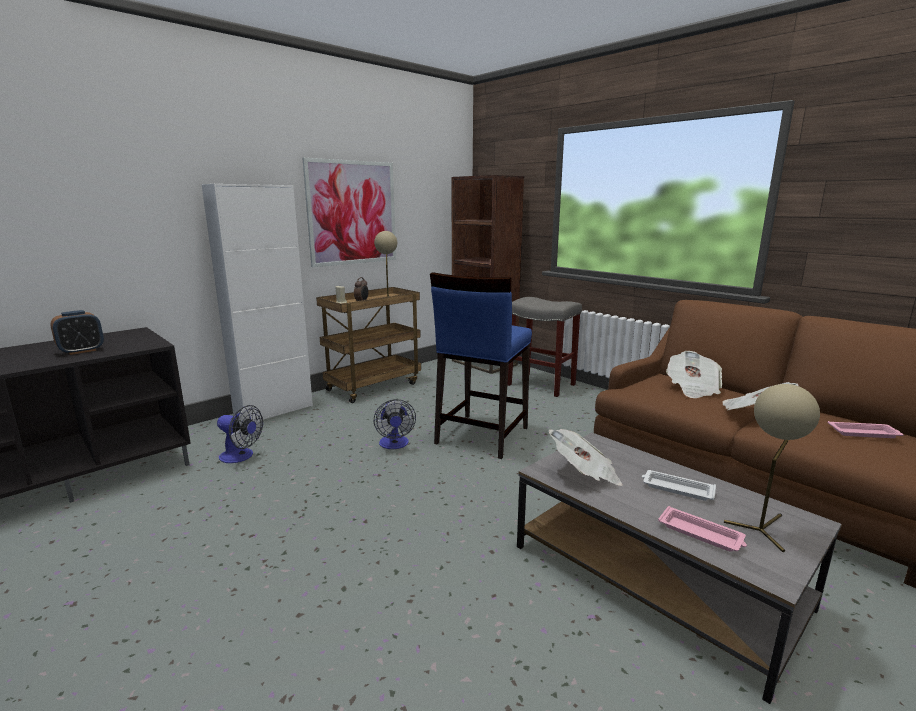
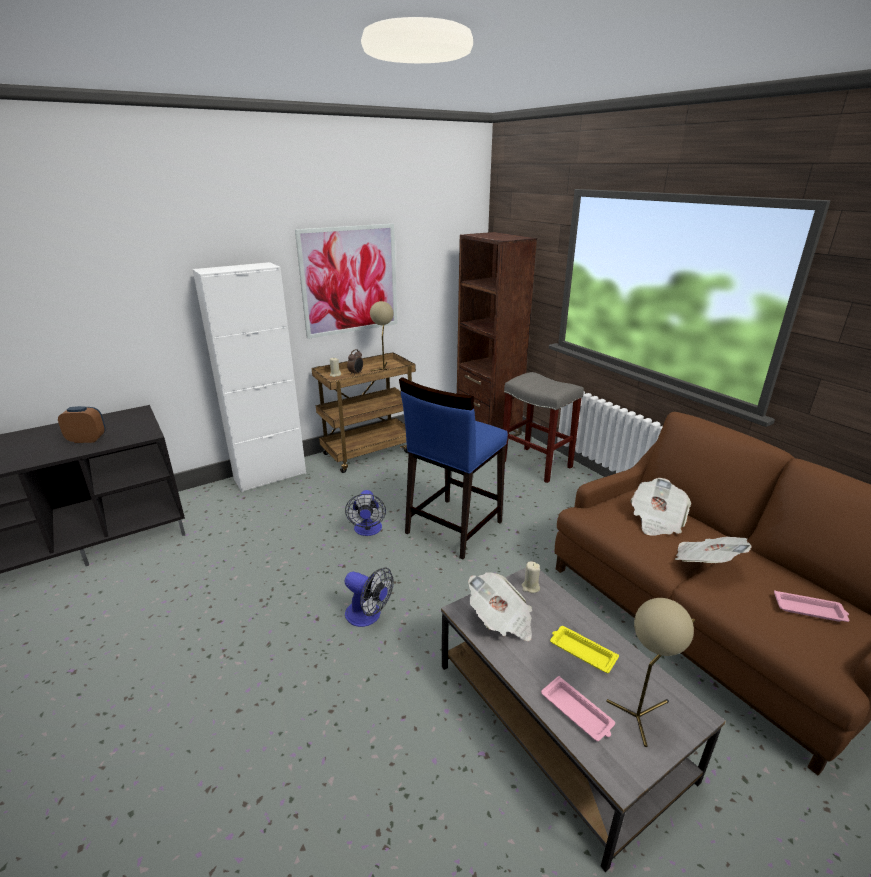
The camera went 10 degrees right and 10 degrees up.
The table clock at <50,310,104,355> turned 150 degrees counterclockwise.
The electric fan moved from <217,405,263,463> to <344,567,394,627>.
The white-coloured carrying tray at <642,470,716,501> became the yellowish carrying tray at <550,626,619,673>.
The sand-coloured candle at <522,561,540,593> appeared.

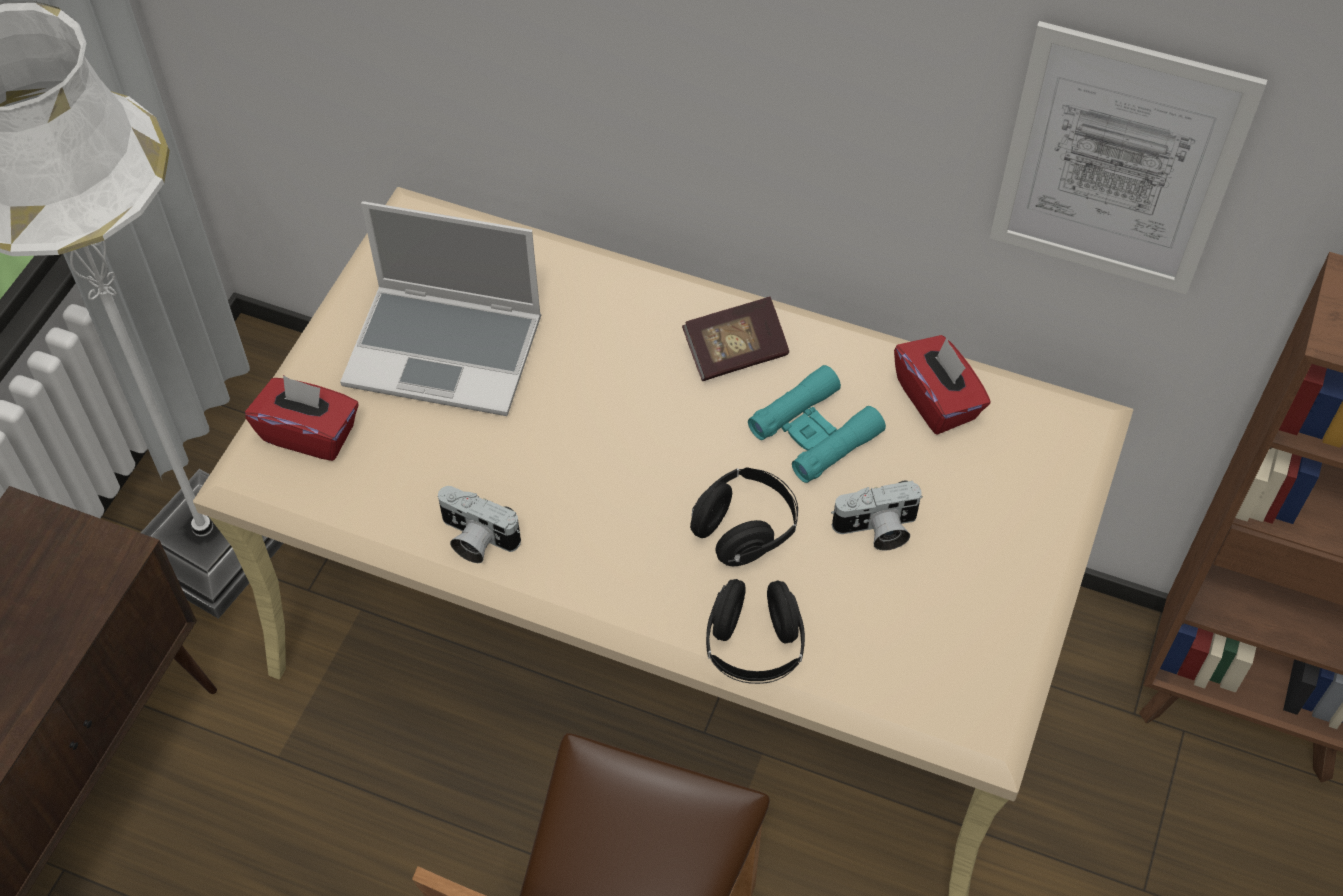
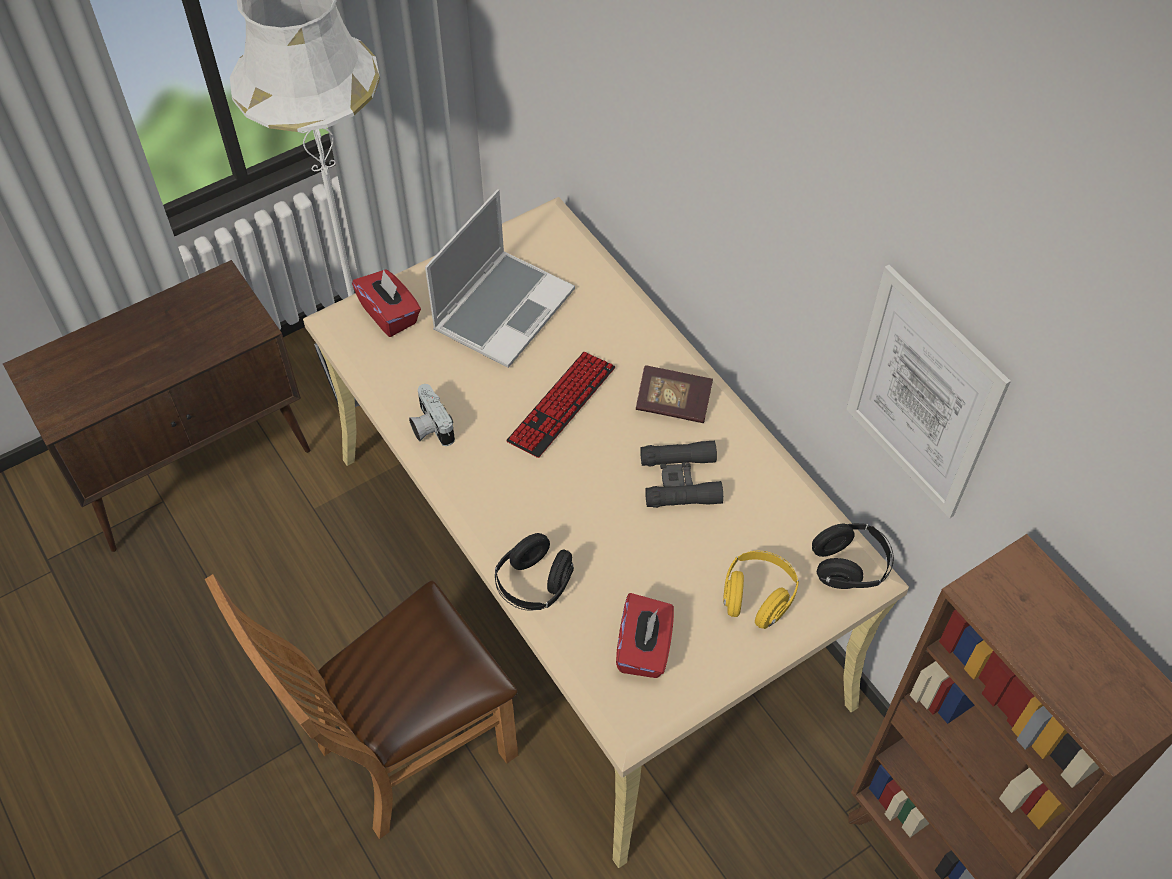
The camera went 35 degrees right and 0 degrees up.
The notebook computer at <340,201,541,416> turned 105 degrees counterclockwise.
The black-coloured pair of headphones moved from <690,467,798,566> to <812,523,894,589>.
The turquoise pair of binoculars at <748,365,886,483> became the black-coloured pair of binoculars at <640,441,723,508>.
The photo camera at <831,480,923,551> disappeared.
The red-coloured tissue box moved from <894,335,991,435> to <616,593,674,678>.
The PC keyboard at <506,352,615,458> appeared.
The yellowish pair of headphones at <723,551,799,629> appeared.

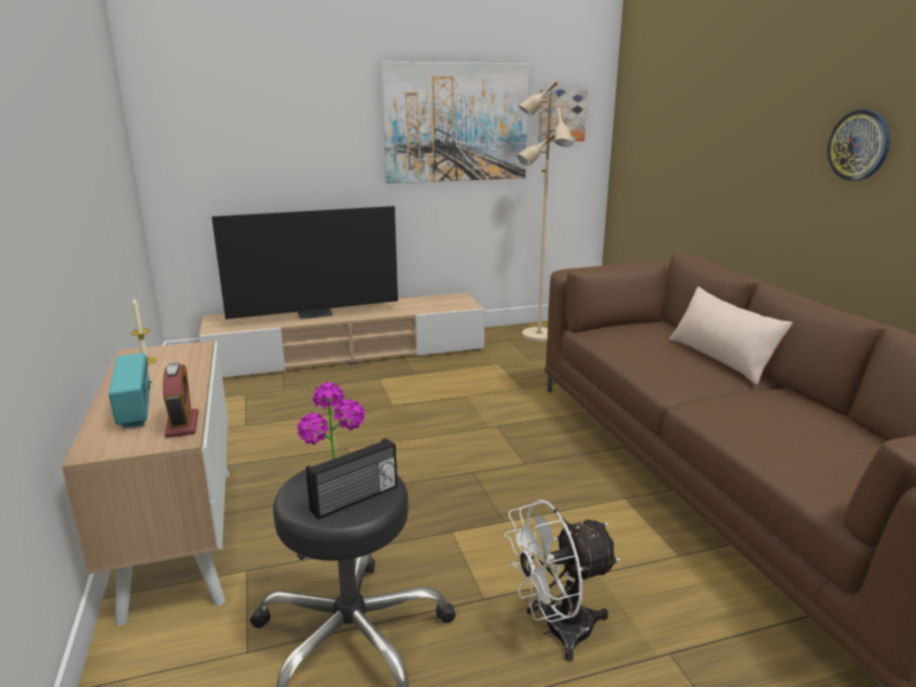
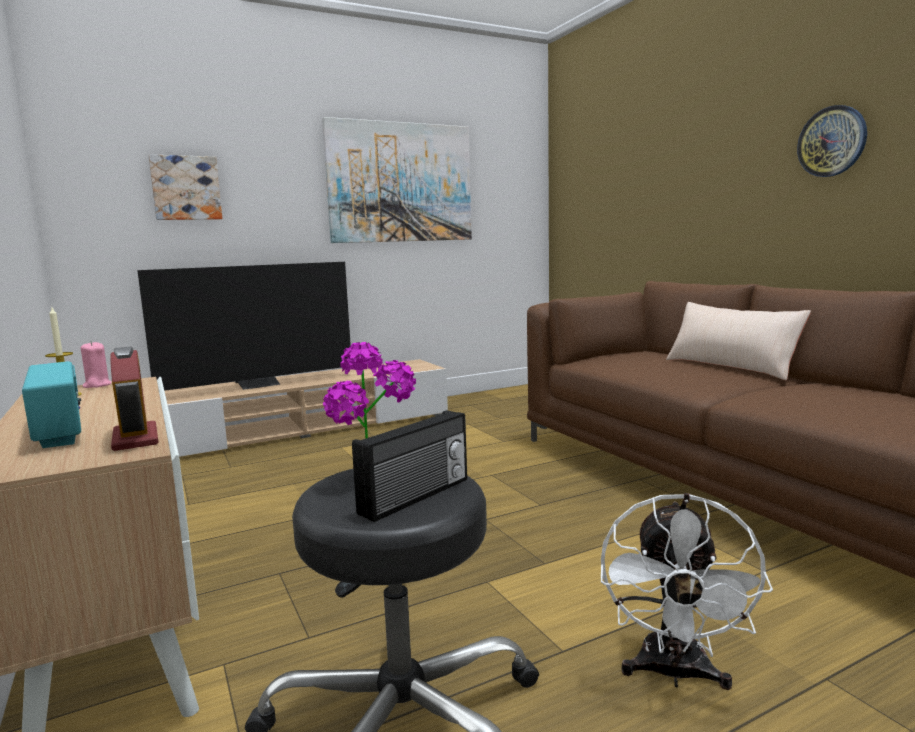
The camera went 10 degrees left and 10 degrees down.
The white-coloured electric fan at <504,499,620,662> turned 45 degrees counterclockwise.
The sand-coloured standard lamp at <517,81,573,342> disappeared.
The wall art moved from <538,89,588,142> to <149,154,222,220>.
The pinkish candle at <80,341,112,388> appeared.

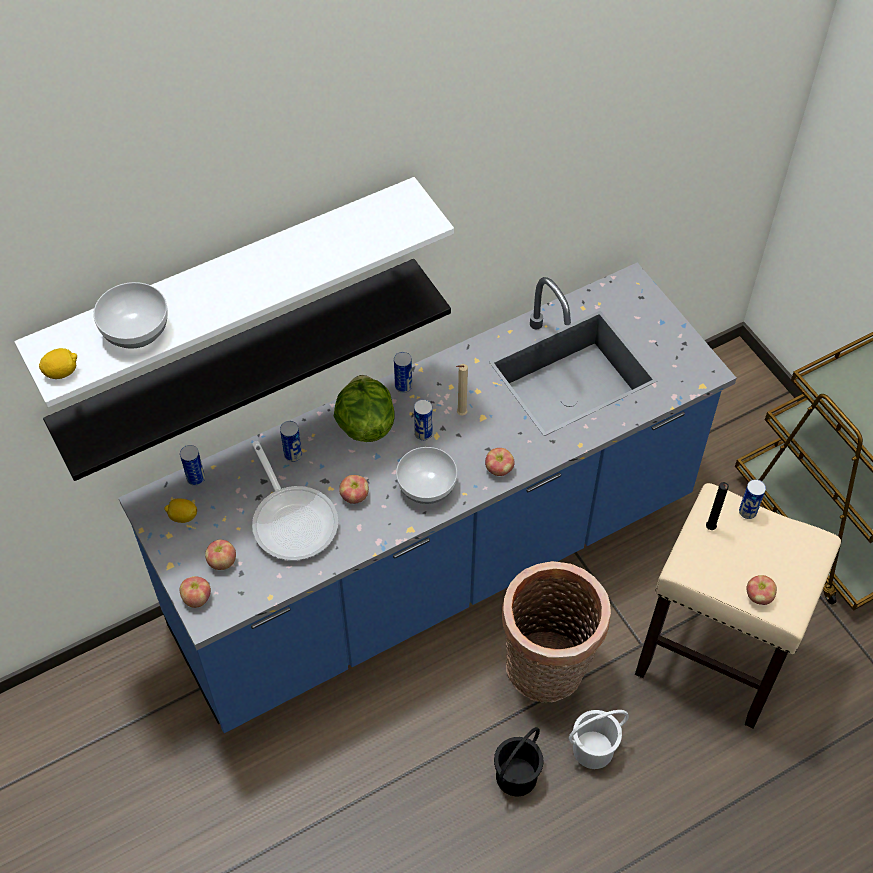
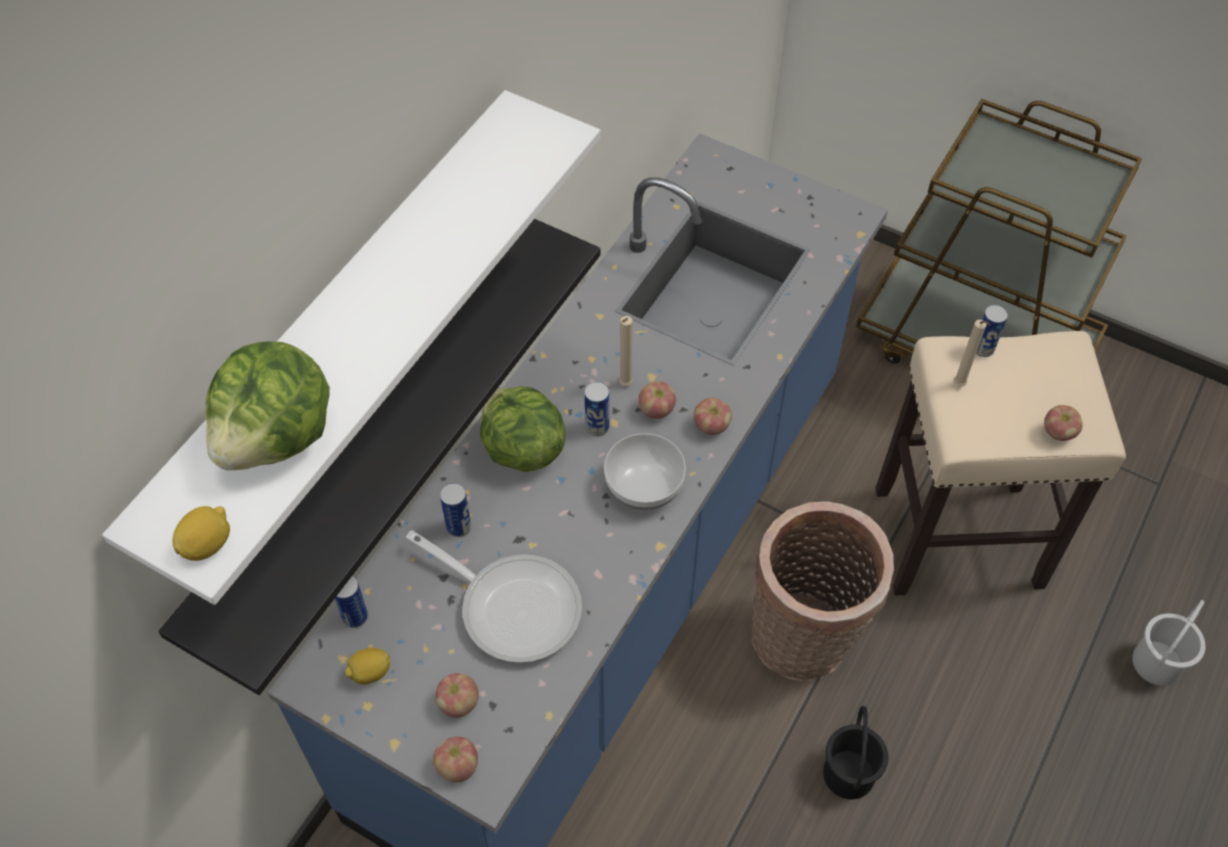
The camera went 30 degrees left and 0 degrees up.
The deep dish at <93,282,168,349> was replaced by the lettuce at <205,341,330,470>.
The whole apple moved from <339,475,369,504> to <638,381,676,419>.
The metal can at <394,352,412,393> disappeared.
The white-coloured water bucket moved from <569,710,629,769> to <1132,600,1206,686>.
The black-coloured candle at <706,482,729,530> became the sand-coloured candle at <954,320,990,386>.

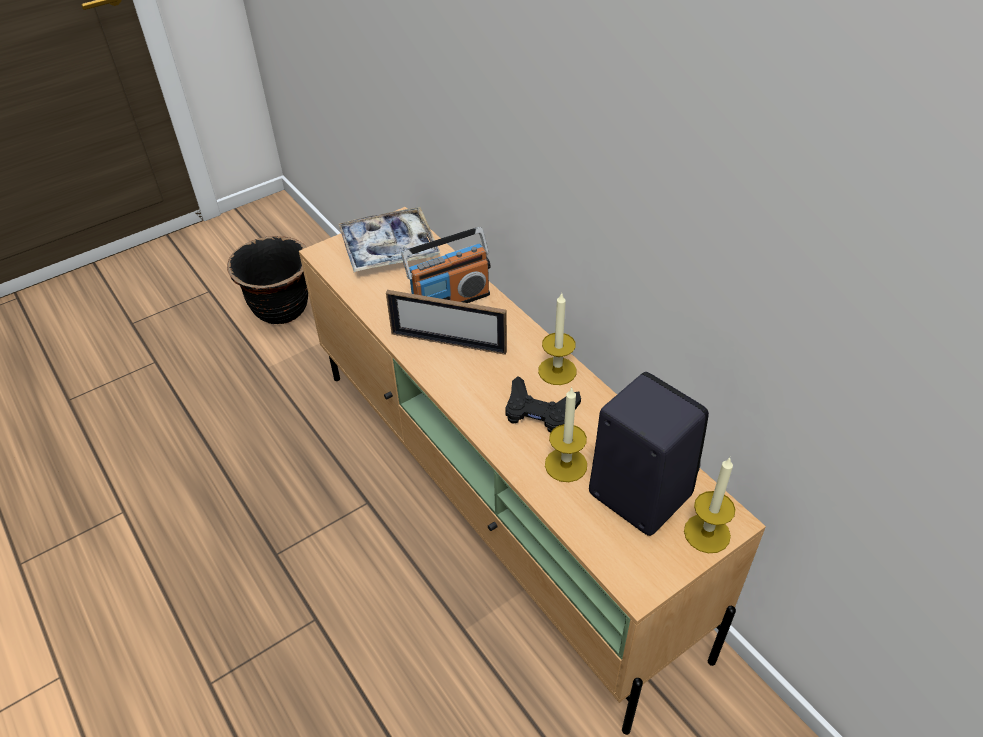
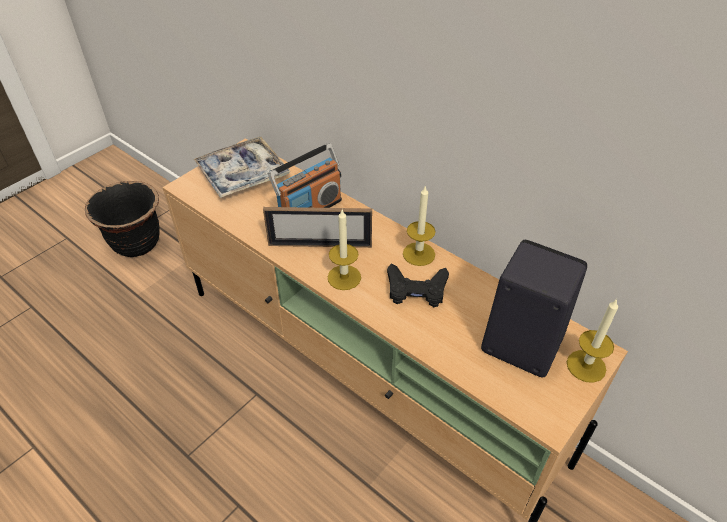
The camera went 15 degrees left and 0 degrees up.
The candle moved from <545,387,587,482> to <328,210,361,290>.

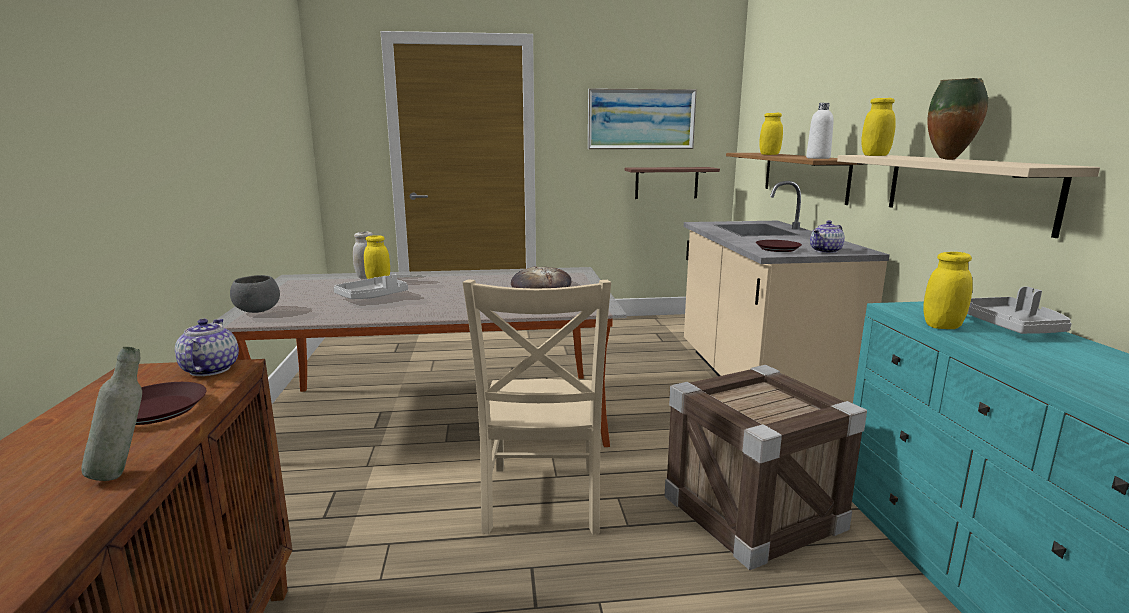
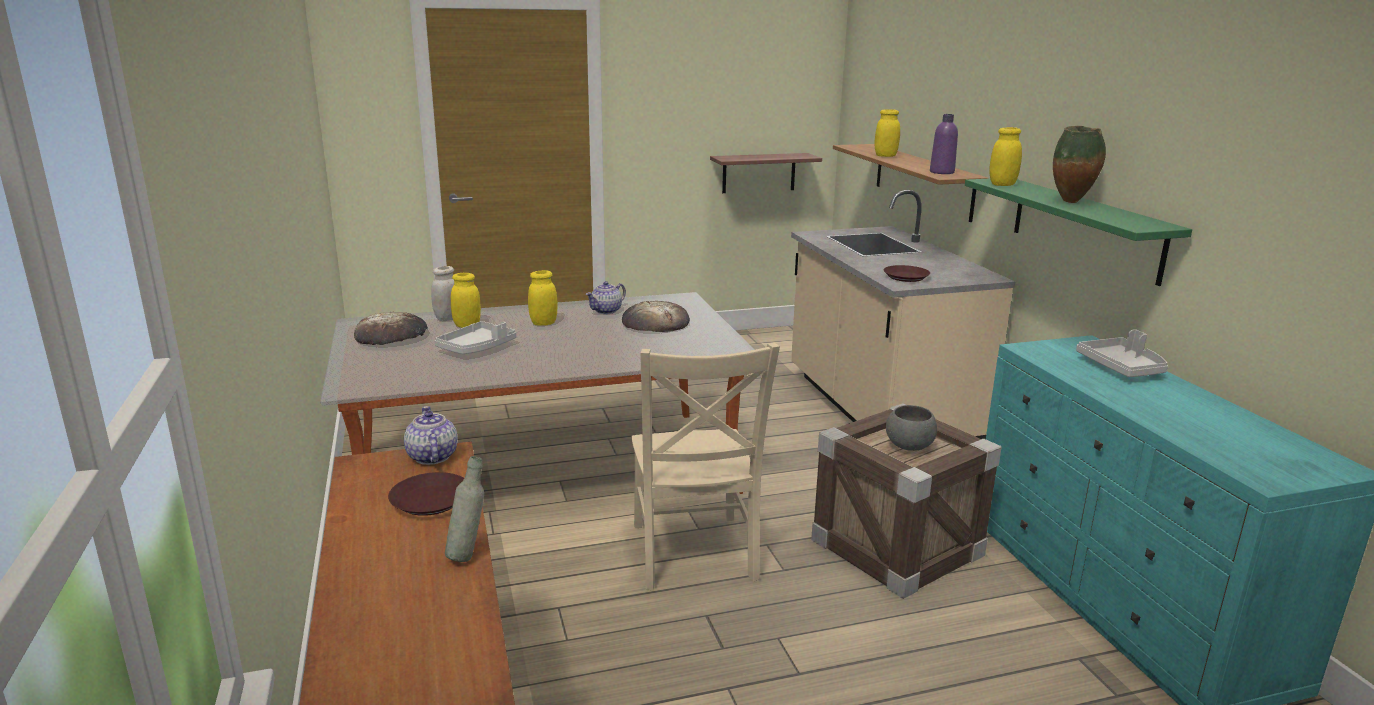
The camera went 10 degrees left and 5 degrees up.
The greyish deep dish moved from <230,275,280,313> to <886,405,937,451>.
The wall art at <588,88,697,149> disappeared.
The white-coloured bottle at <806,103,834,159> became the purplish bottle at <930,114,958,174>.
The tea pot moved from <810,220,845,253> to <586,281,626,314>.
The sand-coloured shelf at <837,155,1100,238> became the green shelf at <965,179,1192,286>.
The yellowish storage jar moved from <923,252,973,329> to <528,270,557,325>.
The baked bread at <354,312,428,345> appeared.

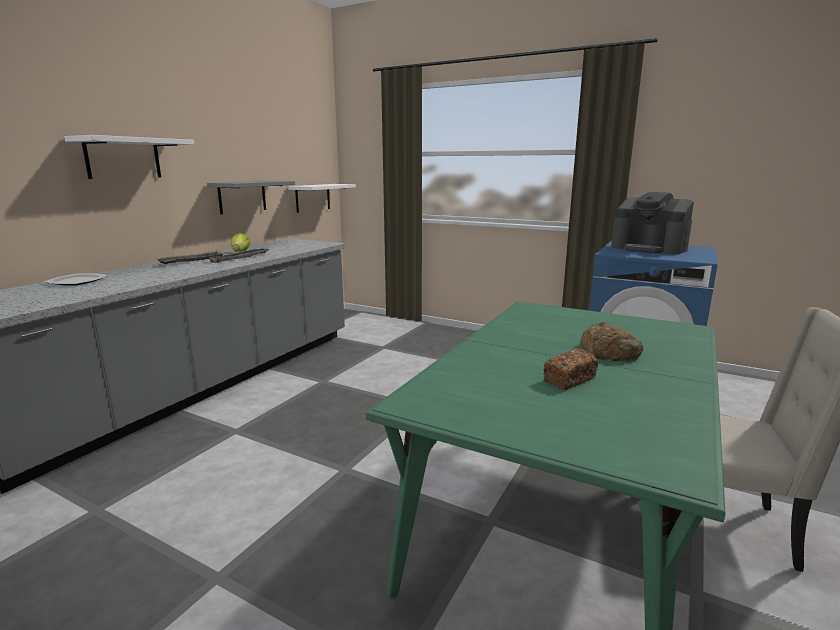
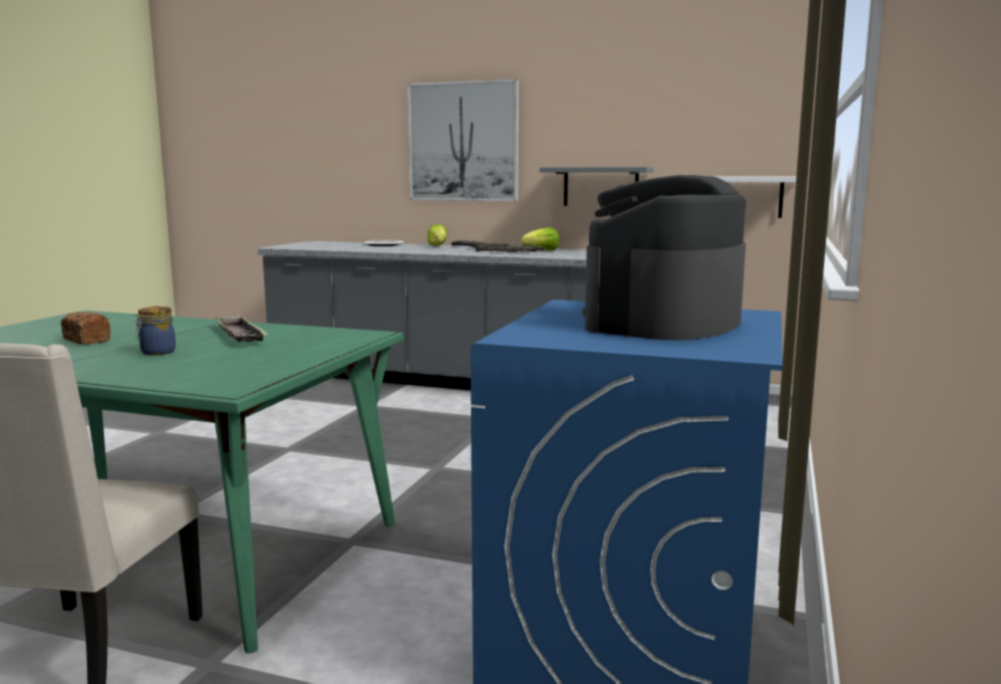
The camera went 80 degrees right and 5 degrees down.
The white-coloured shelf at <64,135,194,179> was replaced by the wall art at <407,79,519,201>.
The baked bread at <581,322,643,362> was replaced by the storage jar at <134,306,176,355>.
The carrying tray at <214,316,268,342> appeared.
The lettuce at <427,224,448,246> appeared.

